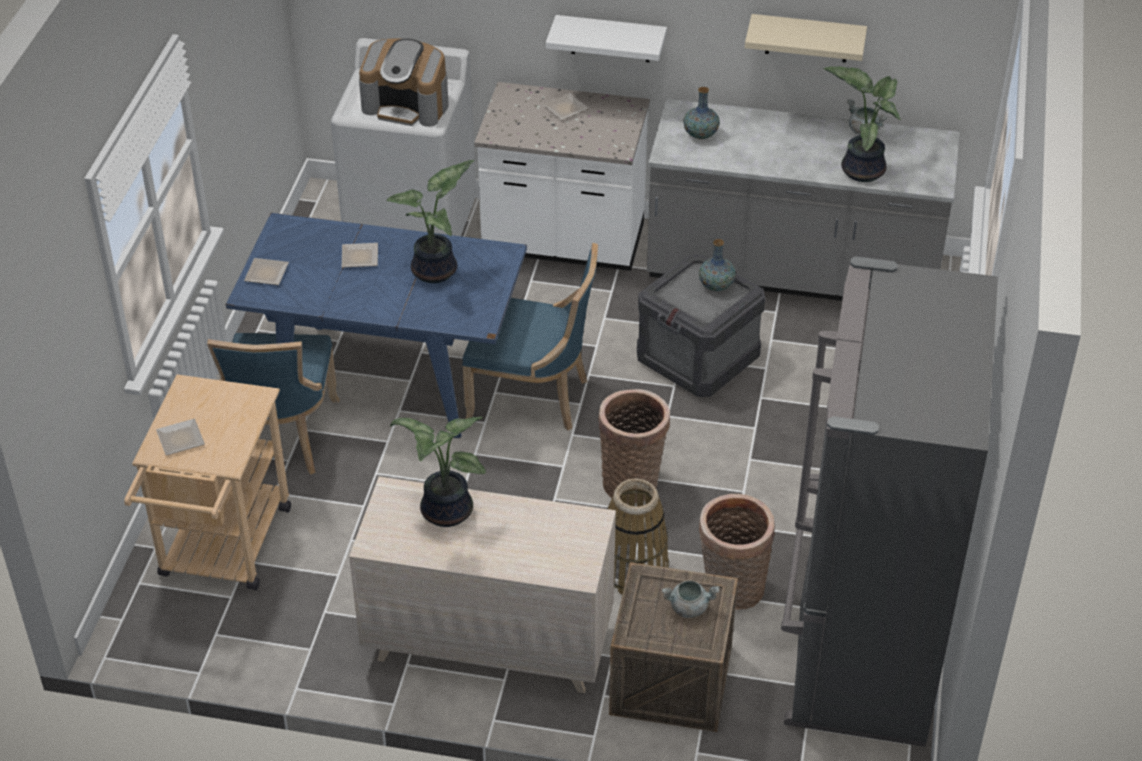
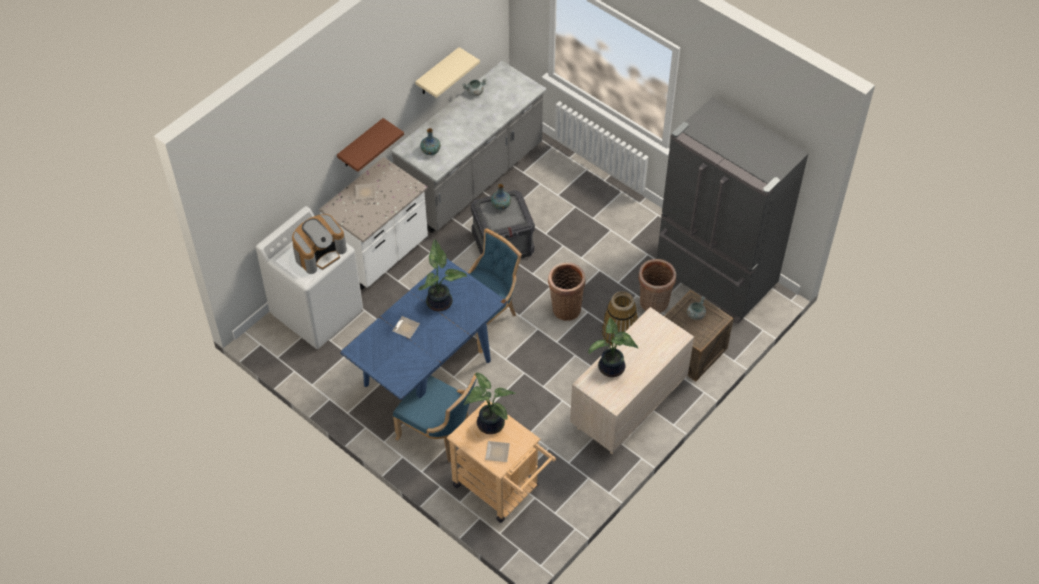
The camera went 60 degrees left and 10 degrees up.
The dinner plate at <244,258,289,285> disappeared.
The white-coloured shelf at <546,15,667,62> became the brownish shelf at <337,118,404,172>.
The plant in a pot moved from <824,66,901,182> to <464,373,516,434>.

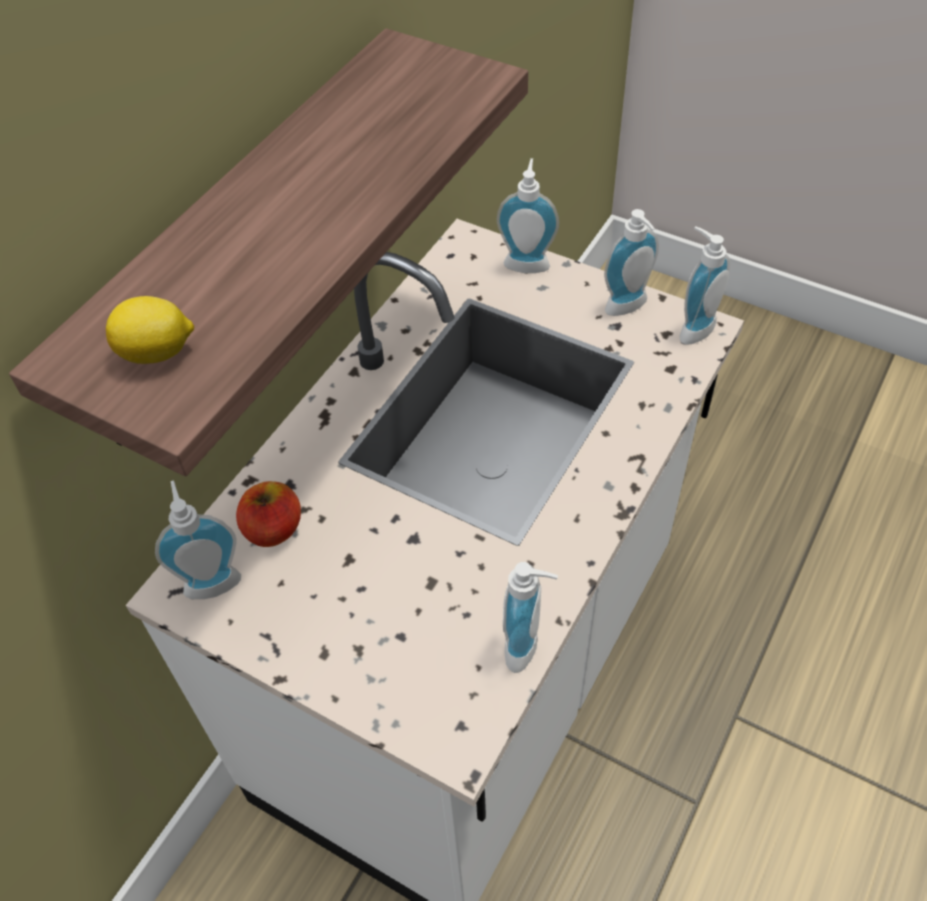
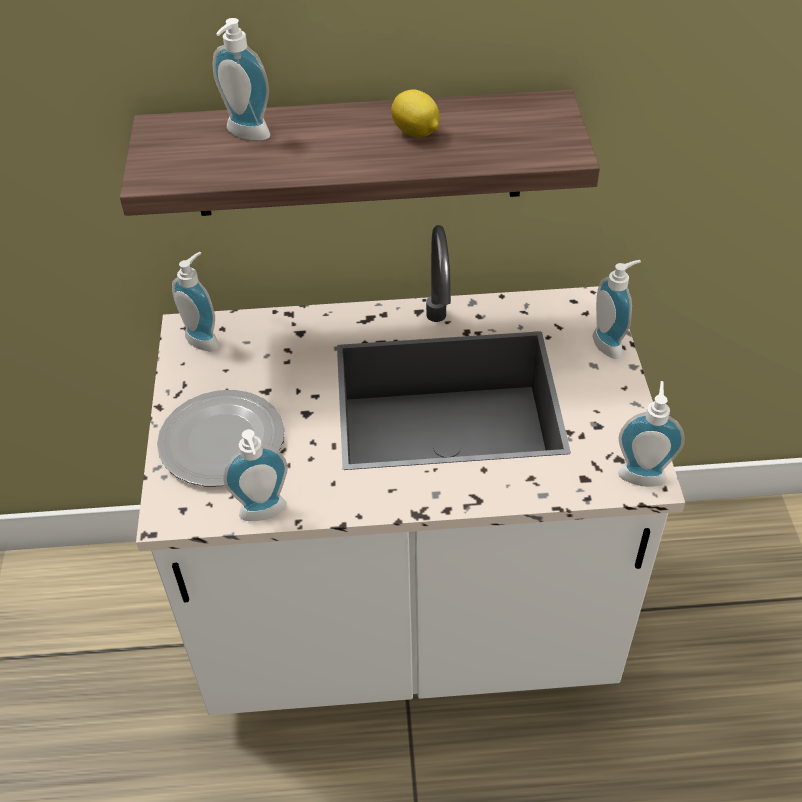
The camera went 55 degrees right and 5 degrees down.
The citrus fruit moved from <106,296,194,364> to <391,89,440,138>.
The whole apple at <236,481,301,547> disappeared.
The liquid soap bottle moved from <604,209,659,316> to <213,18,270,141>.
The dinner plate at <157,390,284,487> appeared.

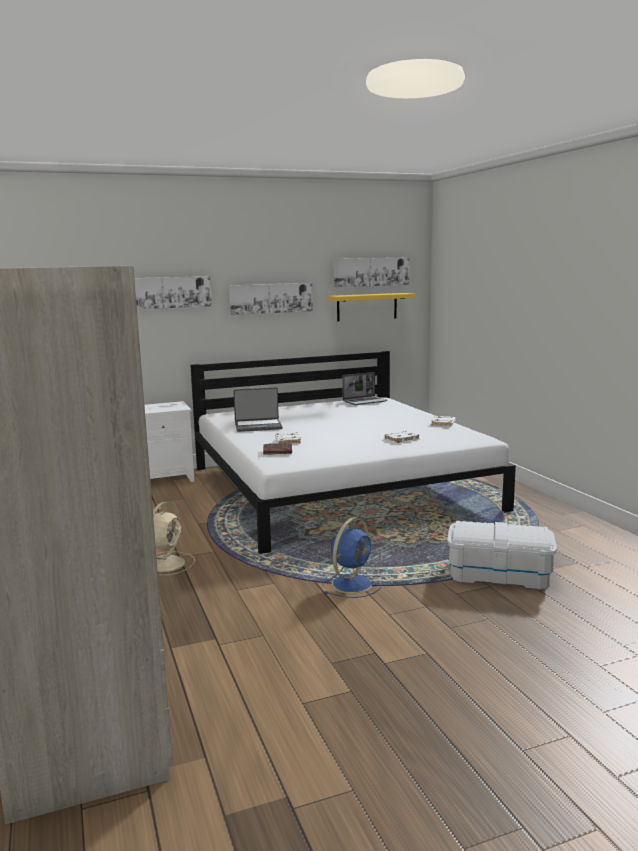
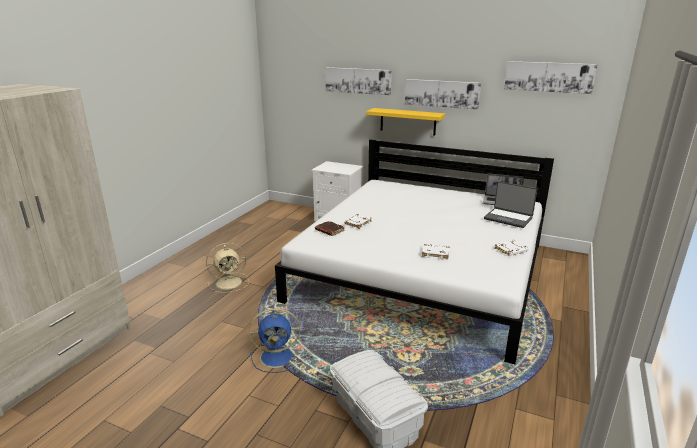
The camera went 45 degrees right and 10 degrees up.
The notebook computer moved from <233,387,283,432> to <484,181,537,228>.
The yellowish shelf moved from <328,293,416,321> to <366,108,445,136>.

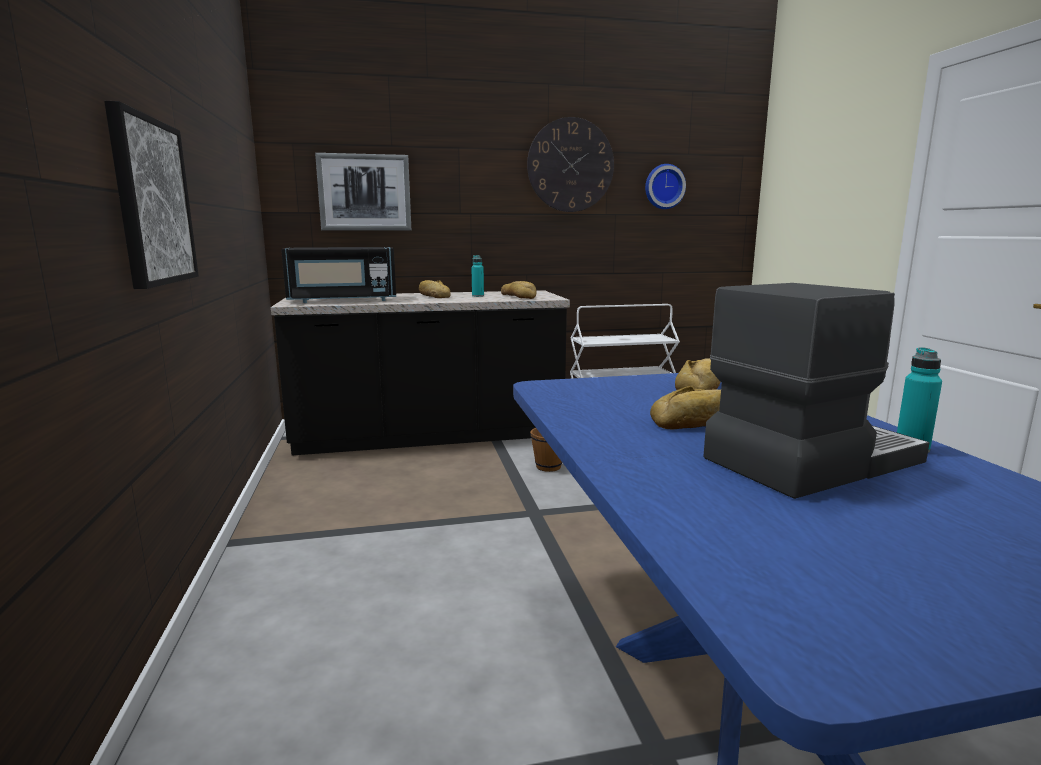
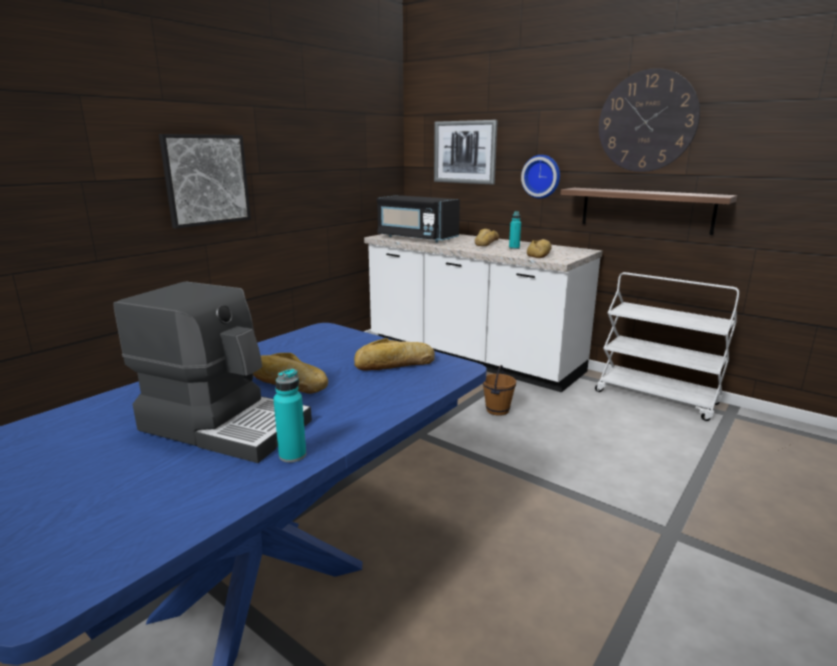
The camera went 50 degrees right and 5 degrees up.
The black-coloured kitchen base unit at <271,290,570,455> became the white-coloured kitchen base unit at <364,234,602,392>.
The clock on the wall moved from <645,164,686,209> to <521,155,560,199>.
The shelf at <560,188,737,235> appeared.

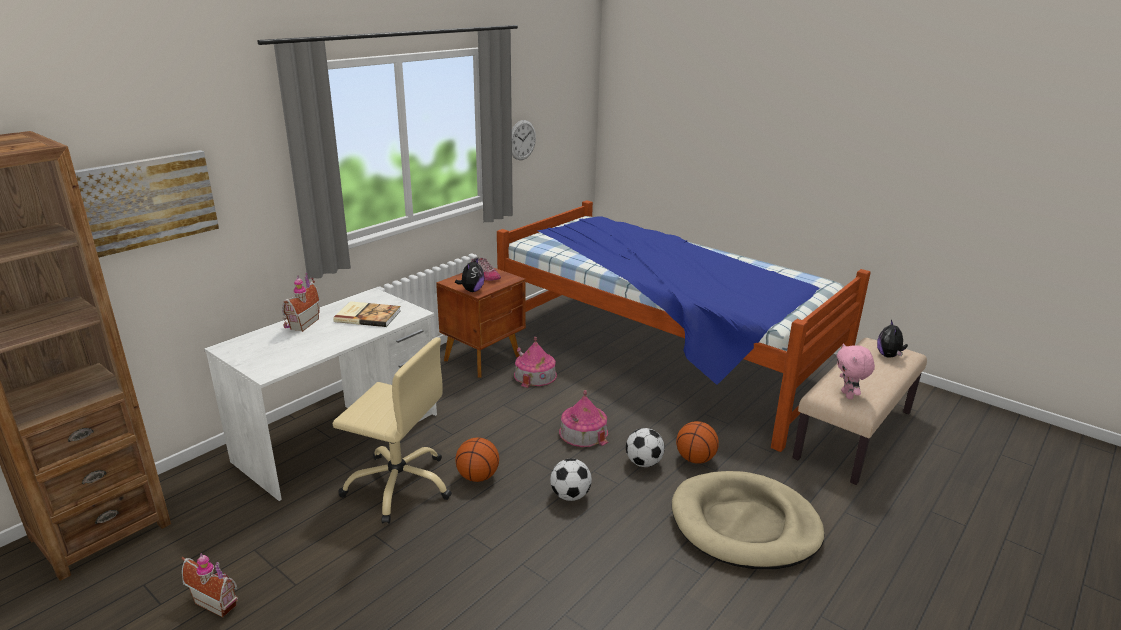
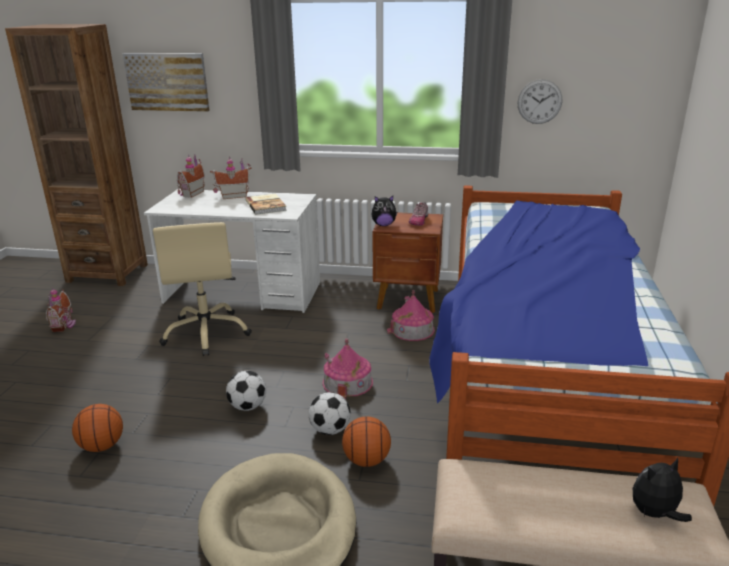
The camera went 60 degrees right and 0 degrees up.
The ball for basketball moved from <455,437,499,482> to <72,404,123,452>.
The pinkish plush toy at <837,343,875,399> disappeared.
The toy house at <177,155,205,198> appeared.

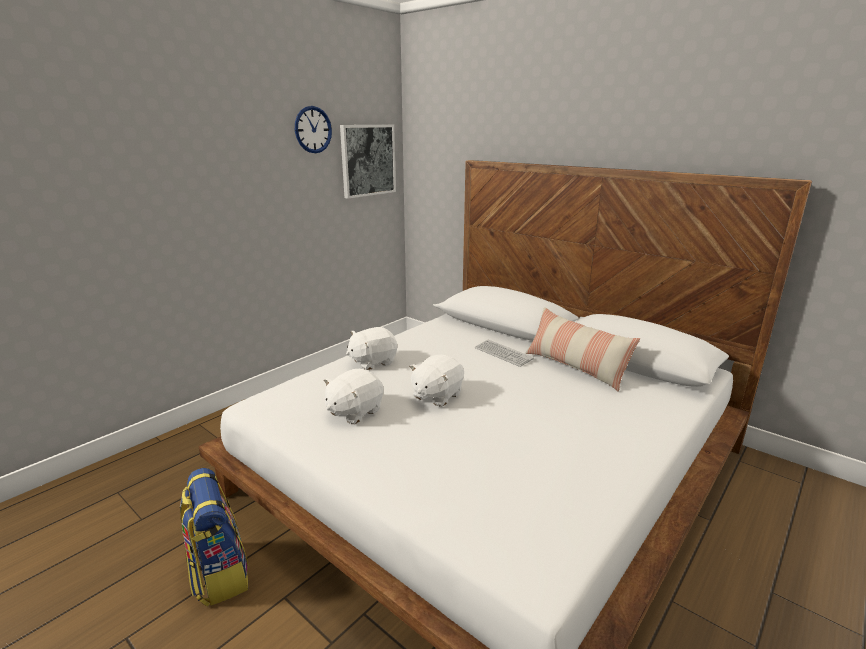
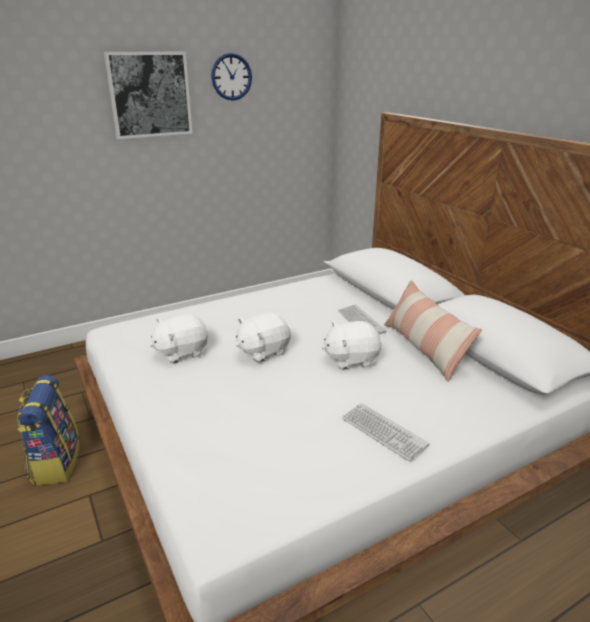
The camera went 20 degrees right and 5 degrees up.
The wall art moved from <340,125,396,199> to <104,52,193,139>.
The white-coloured plush toy moved from <346,327,397,370> to <322,321,381,370>.
The PC keyboard at <342,403,429,461> appeared.

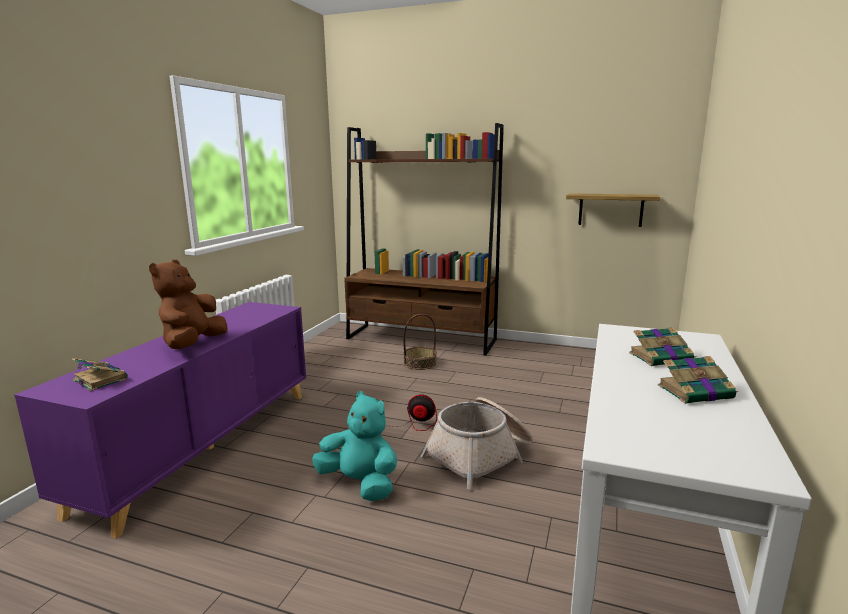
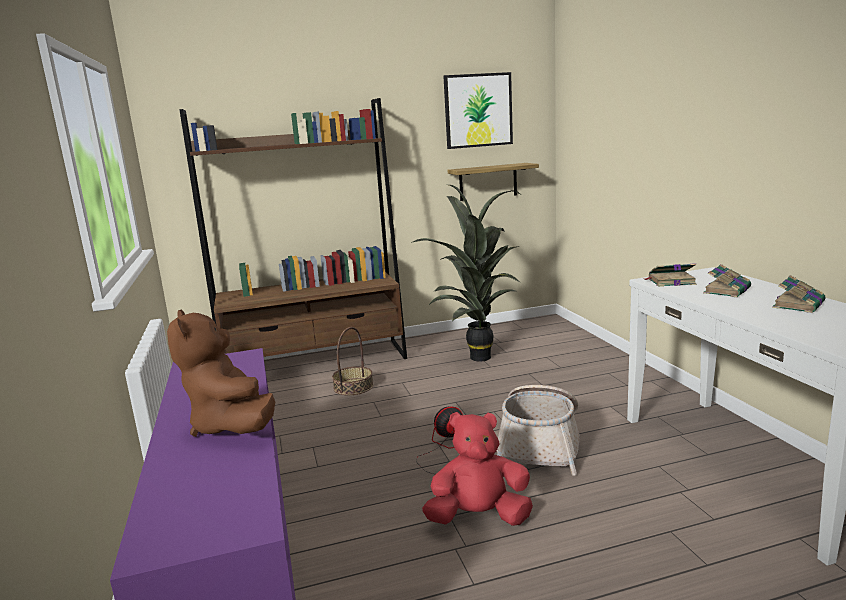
The camera went 35 degrees left and 0 degrees up.
The book moved from <72,358,127,391> to <645,263,696,287>.
The turquoise plush toy at <312,391,397,501> became the red-coloured plush toy at <422,412,533,526>.
The plant in a pot at <411,185,521,361> appeared.
The wall art at <443,72,513,149> appeared.

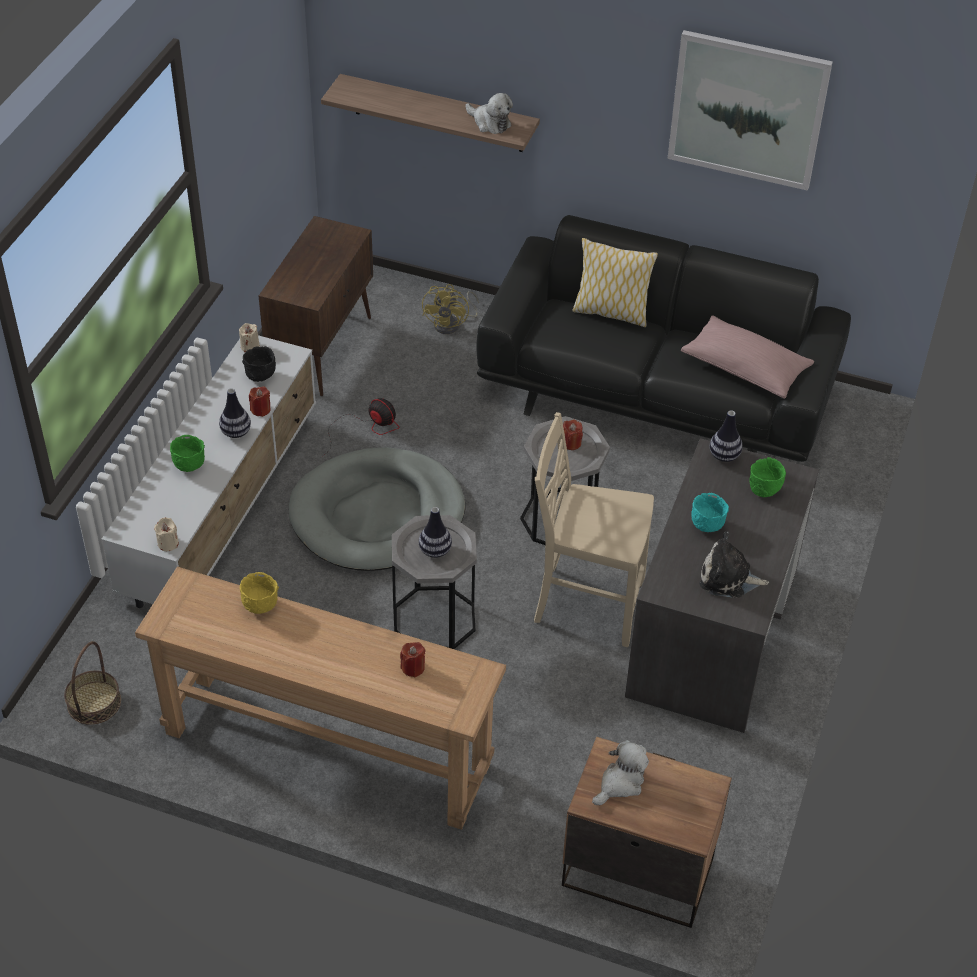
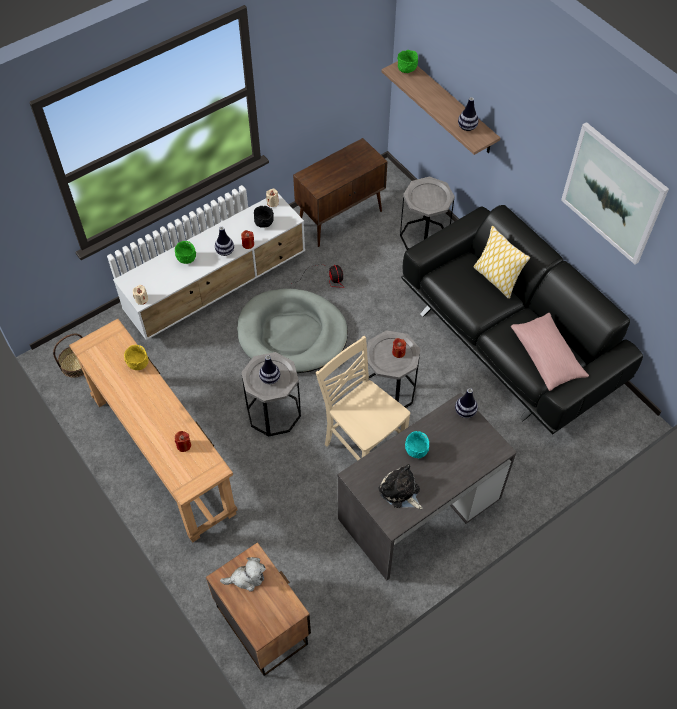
The camera went 35 degrees right and 10 degrees up.
The yellowish electric fan at <422,284,479,334> was replaced by the greyish accent table at <400,176,455,250>.
The plush toy at <465,93,513,134> was replaced by the flower vase at <458,97,478,131>.
The green deep dish moved from <749,457,786,497> to <397,50,418,73>.

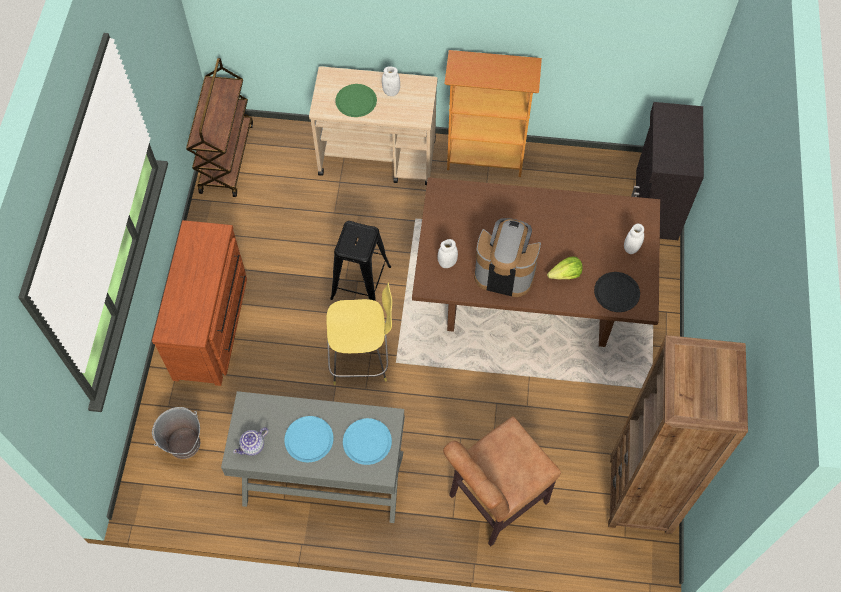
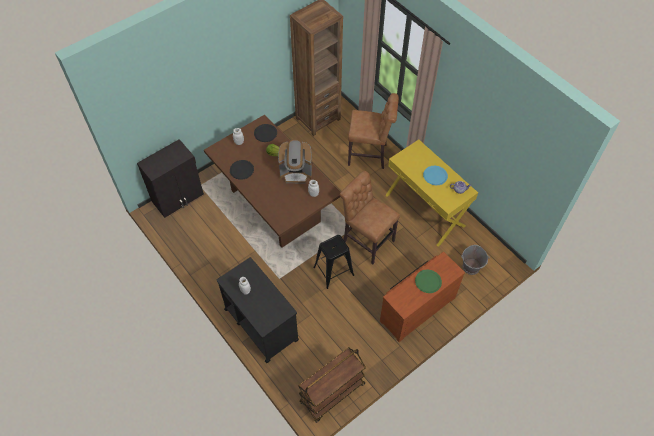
The camera went 135 degrees left and 5 degrees down.
The greyish console table at <221,391,405,523> became the yellowish console table at <386,139,478,247>.
The sand-coloured wheeled cart at <309,66,438,185> became the black-coloured wheeled cart at <217,257,299,363>.
The yellowish stool seat at <326,282,392,385> was replaced by the brownish plain chair at <340,171,400,264>.
The green dinner plate moved from <335,84,377,117> to <415,270,442,293>.
The blue dinner plate at <343,418,392,465> disappeared.
The bookshelf at <444,50,542,177> disappeared.
The coffee machine at <474,218,541,297> turned 60 degrees counterclockwise.
The black-coloured dinner plate at <230,160,254,180> appeared.

